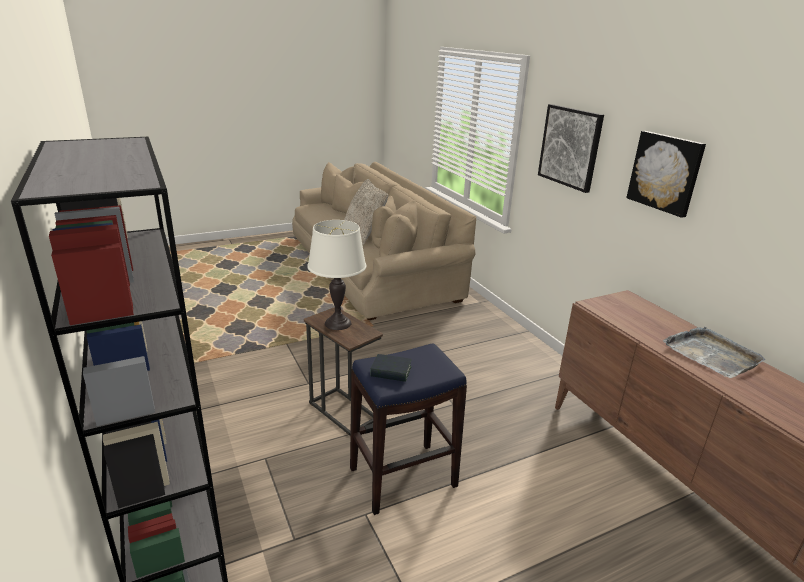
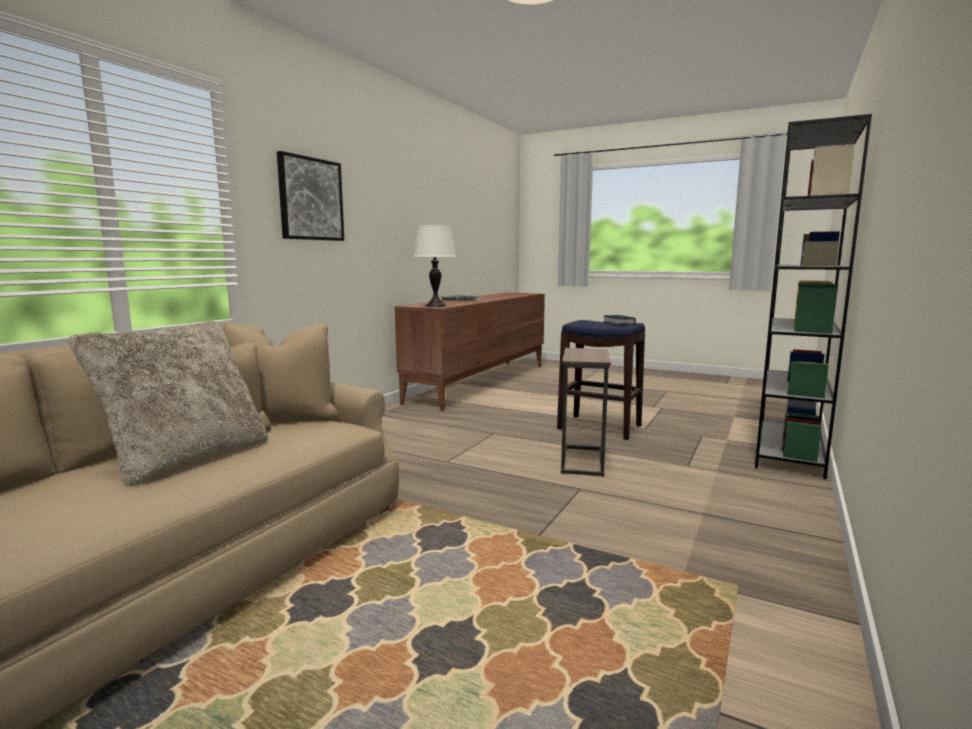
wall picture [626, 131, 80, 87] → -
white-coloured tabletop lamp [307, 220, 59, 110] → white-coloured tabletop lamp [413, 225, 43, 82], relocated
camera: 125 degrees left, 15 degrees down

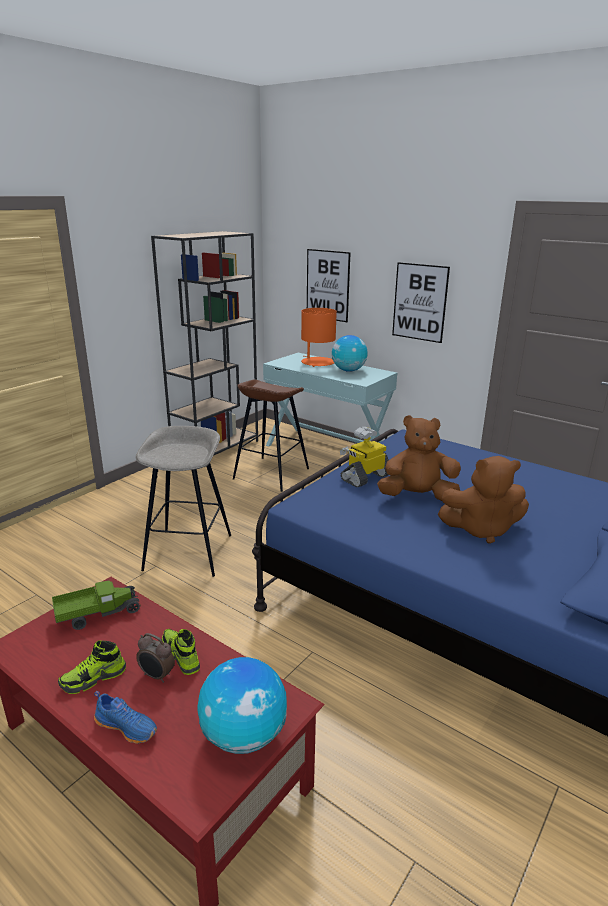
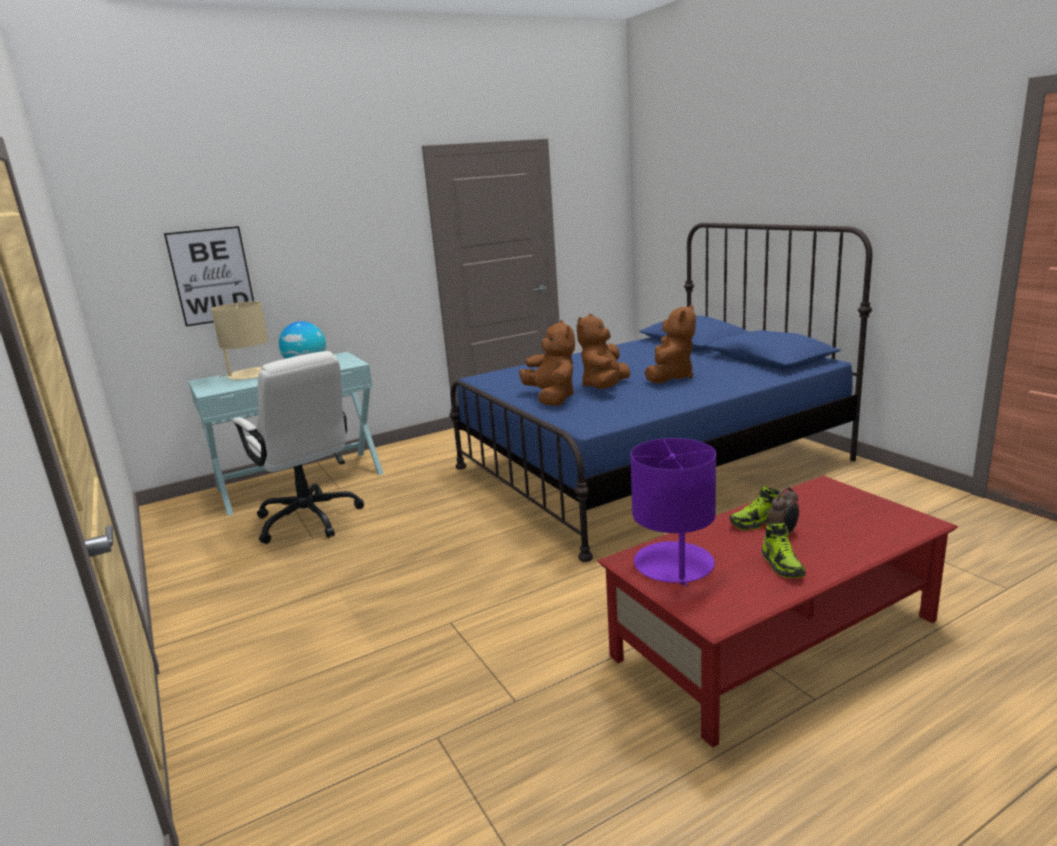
blue-coloured low shoe [94, 691, 63, 53] → -
grey stool seat [136, 426, 95, 151] → -
shelving unit [151, 231, 107, 225] → -
desk globe [198, 657, 89, 97] → -
wall picture [392, 262, 58, 81] → -
toy lorry [52, 579, 89, 51] → purple tabletop lamp [630, 438, 86, 148]
brown-coloured stool seat [233, 379, 76, 113] → white-coloured office chair [233, 351, 131, 193]
model robot [340, 427, 49, 60] → brown-coloured plush toy [519, 320, 56, 86]
orange tabletop lamp [301, 308, 36, 59] → sand-coloured tabletop lamp [211, 301, 58, 79]
camera: 65 degrees left, 5 degrees down

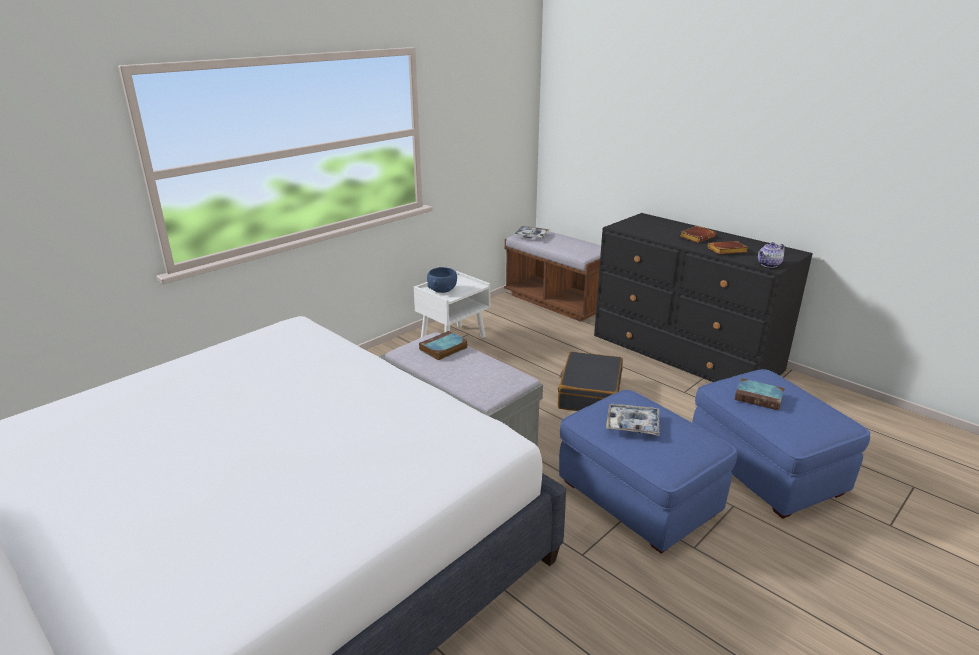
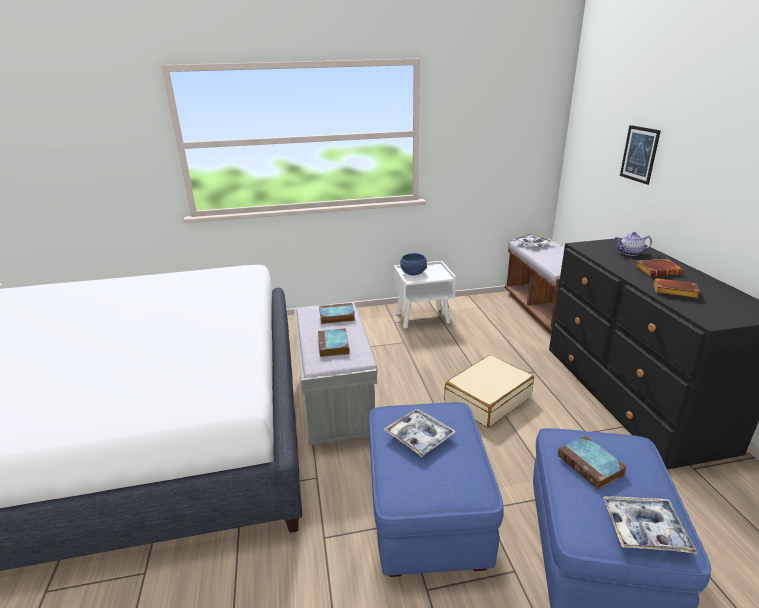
- → book [318, 328, 32, 29]
- → carrying tray [603, 496, 94, 58]
- → wall picture [620, 125, 41, 60]
teapot [758, 242, 27, 26] → teapot [614, 232, 38, 24], relocated
blackish travel case [558, 351, 65, 60] → sand-coloured travel case [444, 355, 90, 73]
camera: 35 degrees right, 0 degrees up

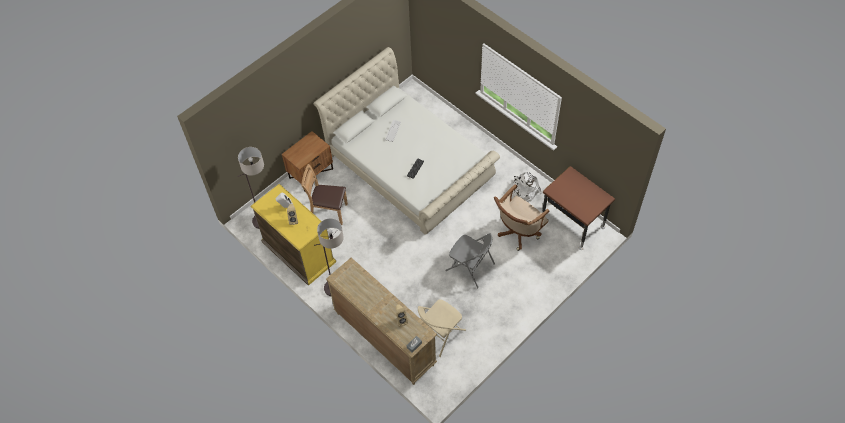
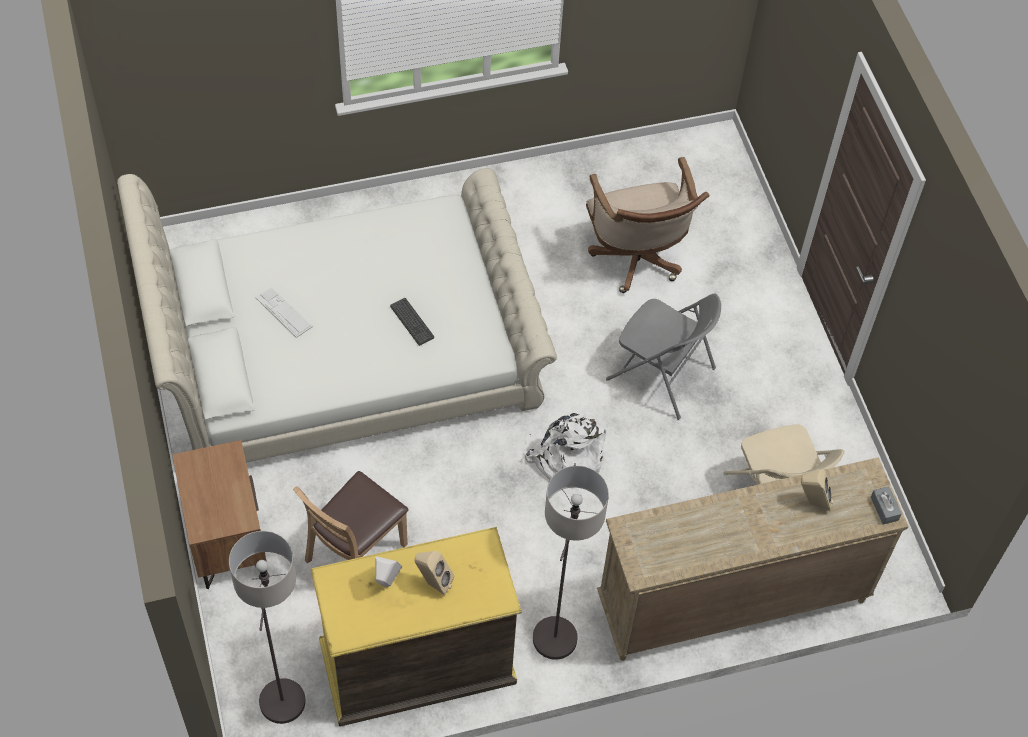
brown-coloured desk [542, 166, 73, 84] → -
white-coloured knapsack [512, 172, 30, 30] → white-coloured knapsack [525, 413, 81, 67], relocated
grey plain chair [446, 233, 49, 55] → grey plain chair [606, 294, 115, 126], 60 degrees clockwise
camera: 65 degrees left, 0 degrees up

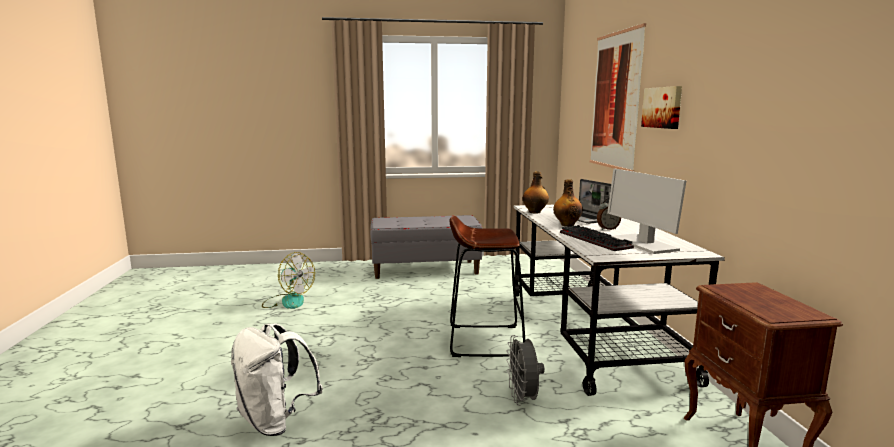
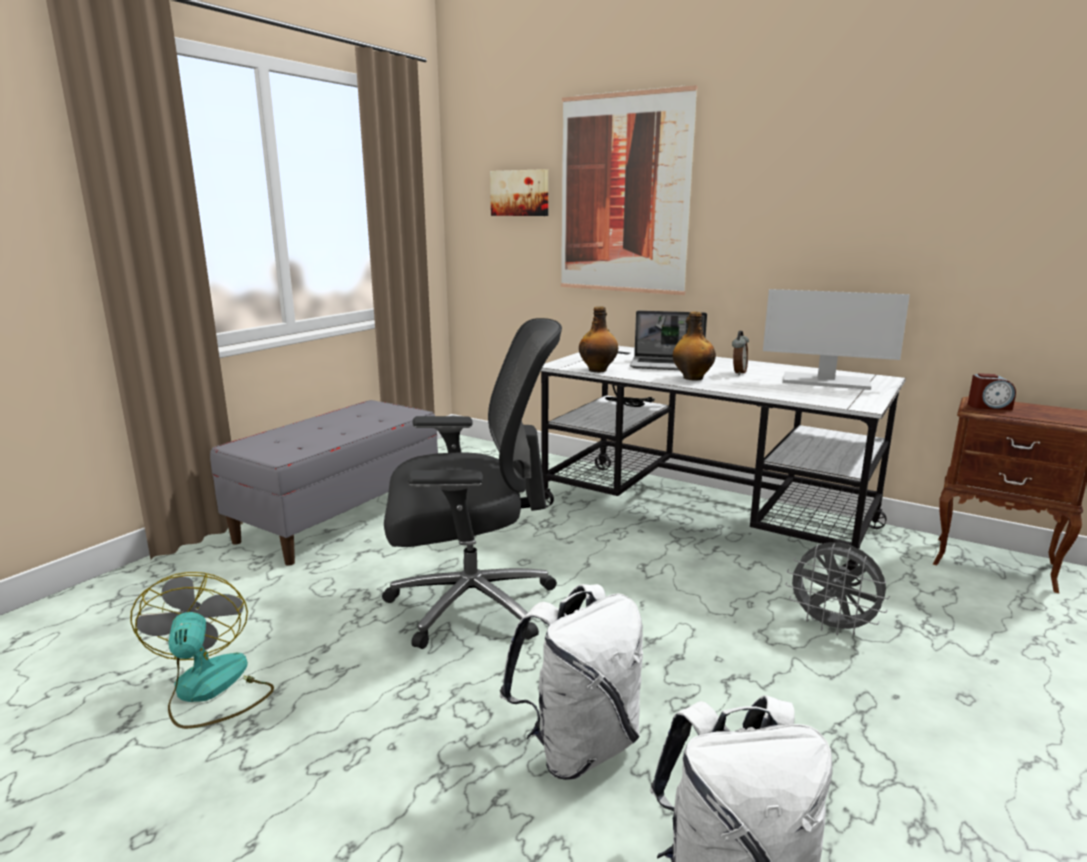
brown-coloured stool seat [449, 216, 76, 141] → -
keyboard [560, 225, 74, 26] → -
- → office chair [382, 318, 180, 331]
- → white-coloured knapsack [500, 584, 143, 196]
- → table clock [968, 373, 48, 37]
wall picture [641, 86, 41, 43] → wall picture [490, 169, 58, 47], relocated
cooling fan [262, 252, 53, 57] → cooling fan [130, 572, 144, 157], 90 degrees counterclockwise
camera: 50 degrees left, 5 degrees up

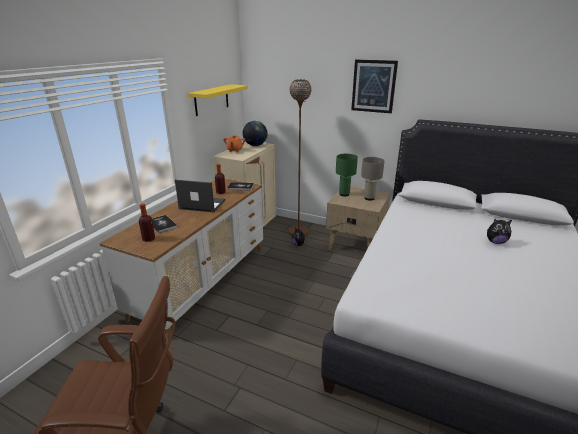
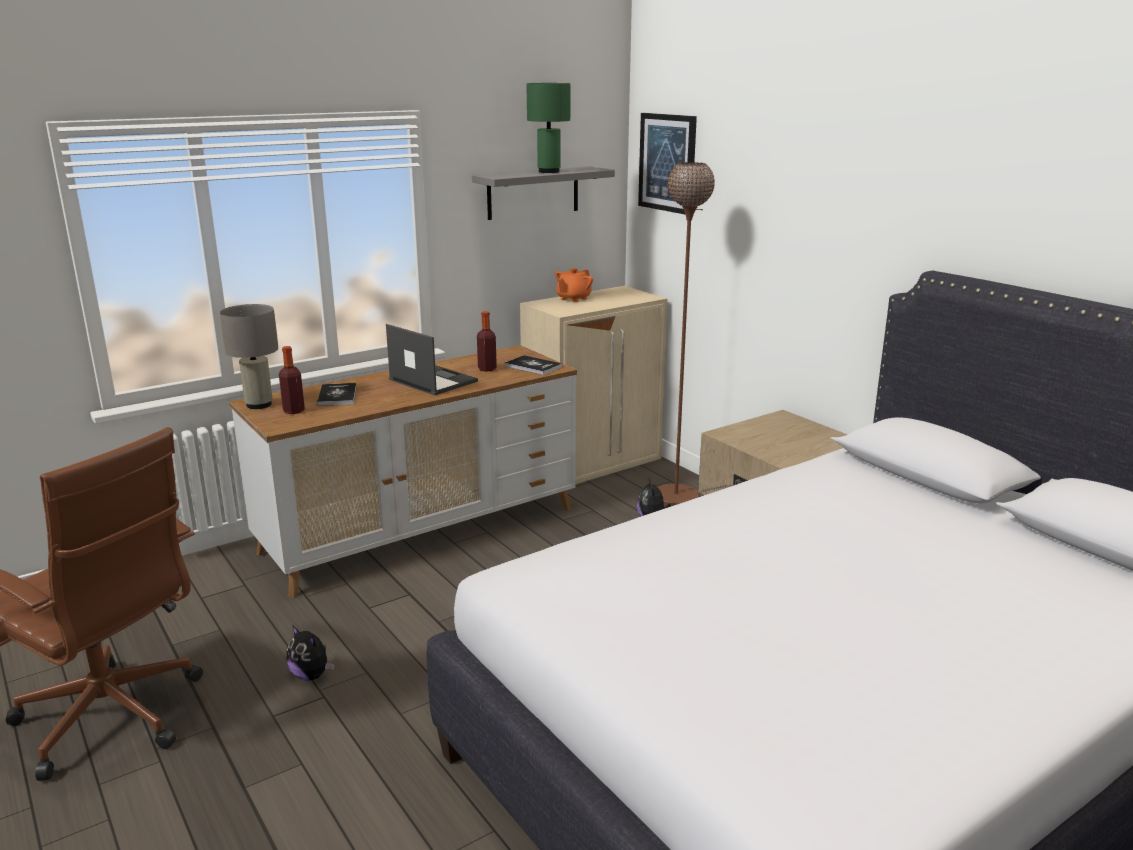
desk globe [243, 121, 25, 25] → -
green tabletop lamp [336, 154, 22, 42] → green tabletop lamp [527, 83, 44, 90], relocated
wall picture [351, 60, 47, 53] → wall picture [638, 113, 59, 101], relocated
grey tabletop lamp [361, 157, 23, 44] → grey tabletop lamp [220, 304, 58, 105], relocated
plush toy [487, 219, 25, 25] → plush toy [287, 625, 47, 55], relocated
yellow wall shelf [188, 84, 60, 32] → grey wall shelf [472, 166, 143, 54]
camera: 30 degrees right, 5 degrees down

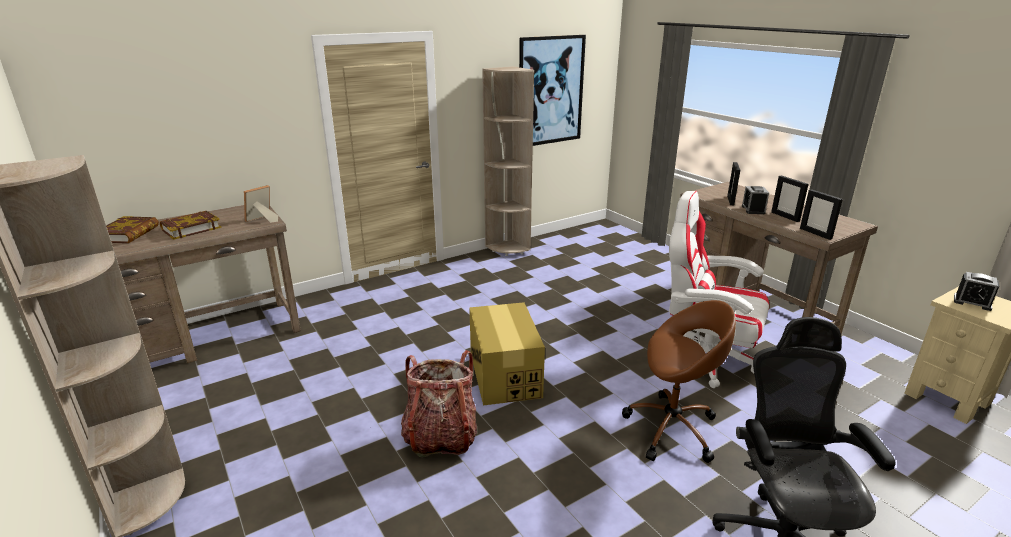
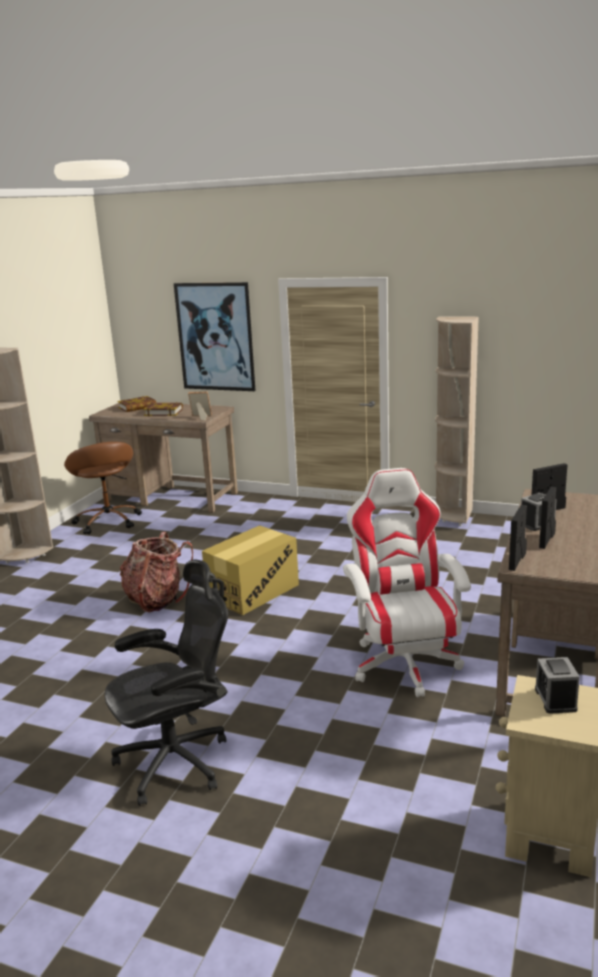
wall picture [519, 35, 67, 111] → wall picture [174, 282, 82, 109], relocated
brown-coloured office chair [622, 300, 114, 163] → brown-coloured office chair [64, 442, 78, 92], relocated
camera: 55 degrees right, 5 degrees down

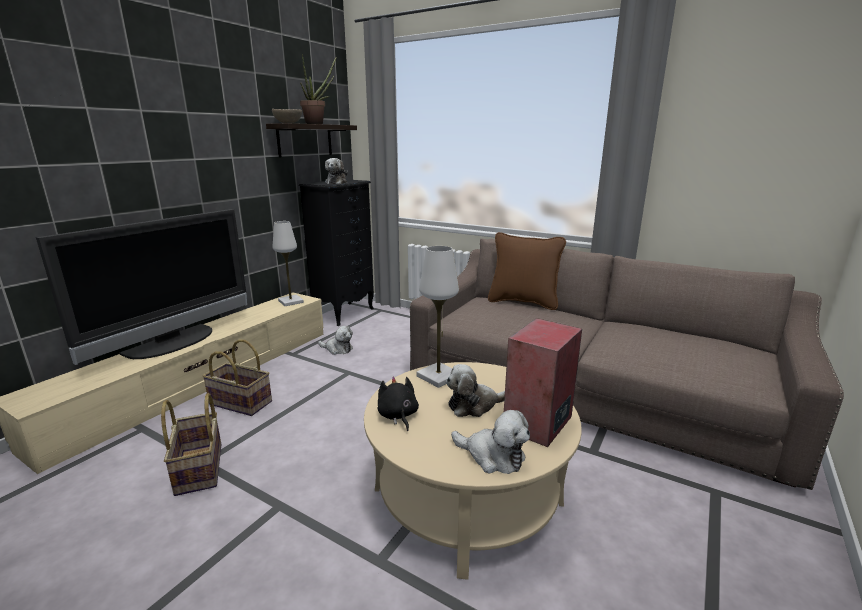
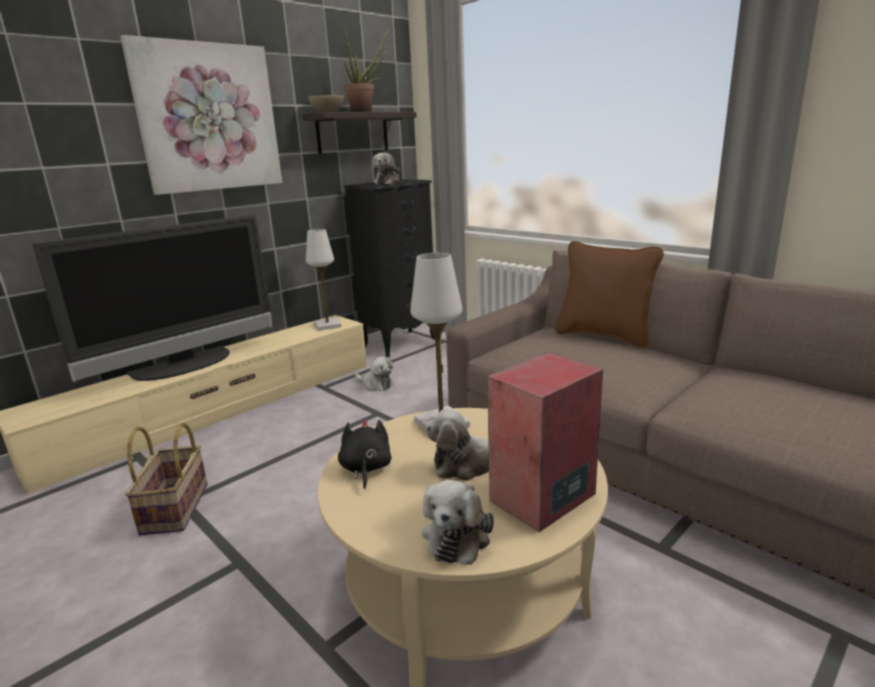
household basket [202, 340, 70, 76] → -
- → wall picture [120, 35, 162, 160]
plush toy [451, 410, 79, 64] → plush toy [422, 480, 72, 85], 60 degrees clockwise
camera: 15 degrees right, 0 degrees up

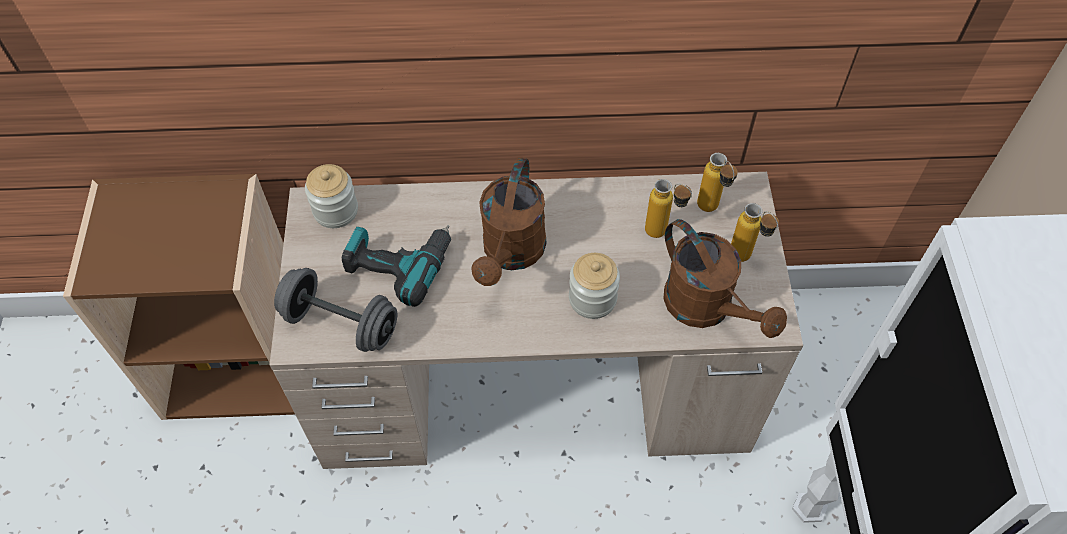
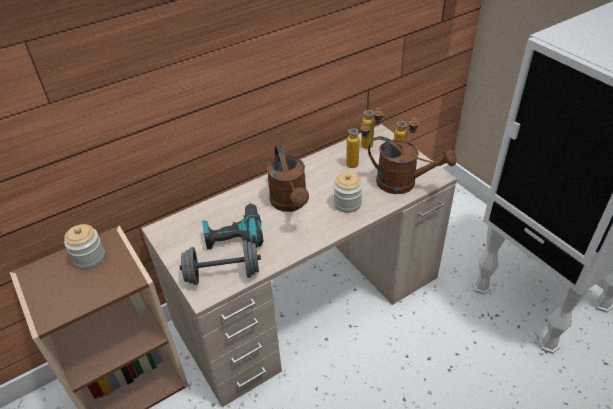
storage jar [305, 164, 53, 64] → storage jar [64, 224, 41, 45], relocated
camera: 30 degrees left, 15 degrees down

